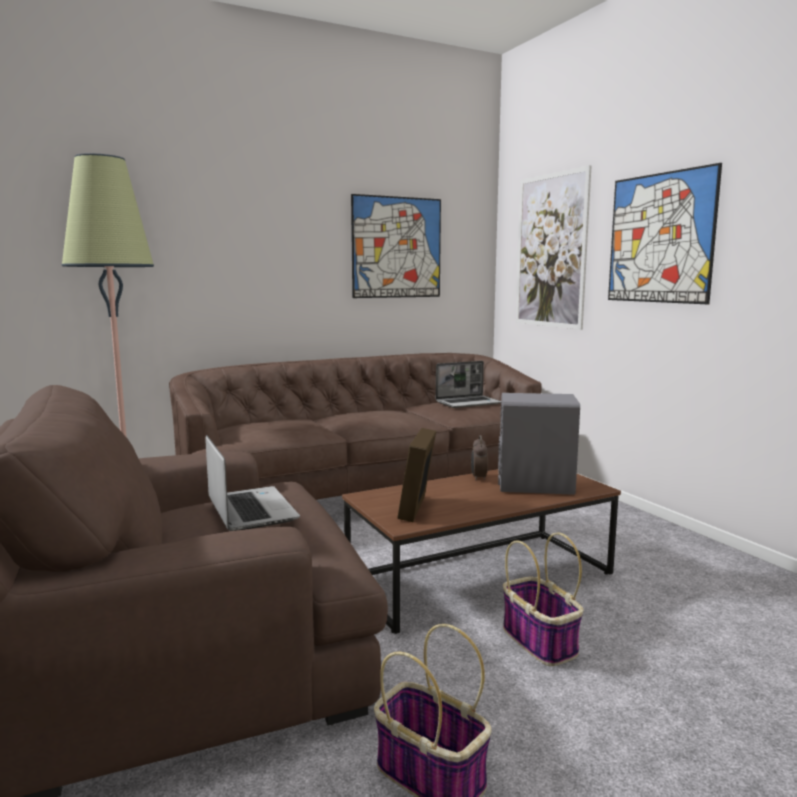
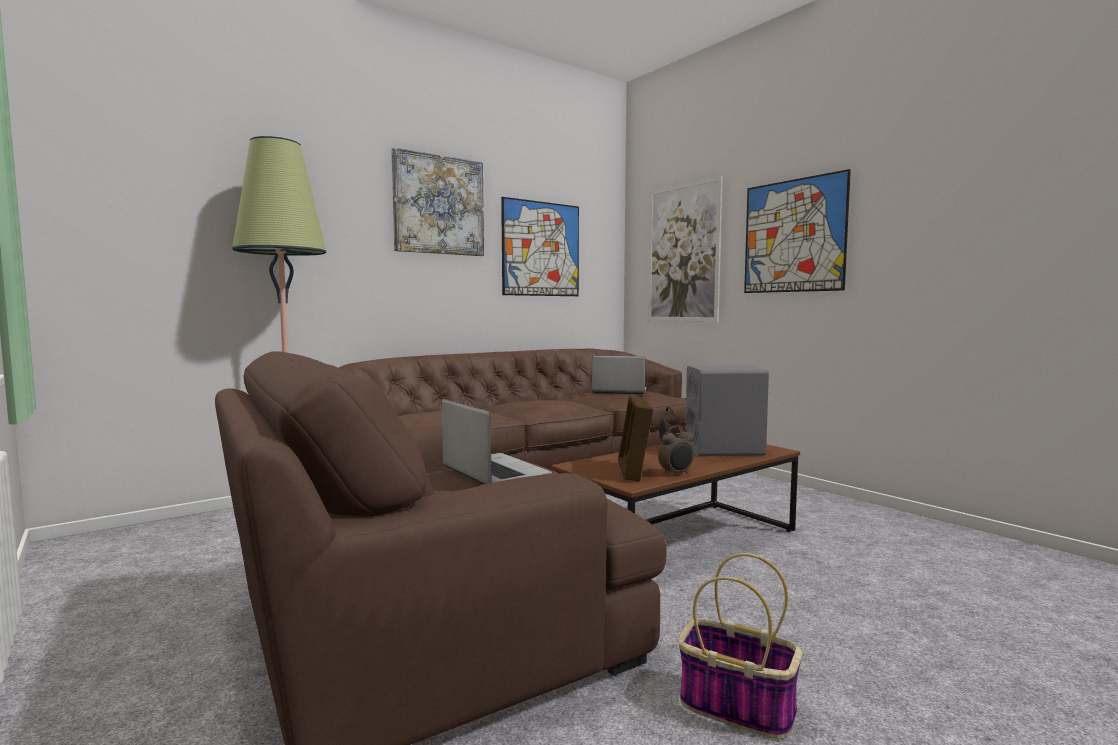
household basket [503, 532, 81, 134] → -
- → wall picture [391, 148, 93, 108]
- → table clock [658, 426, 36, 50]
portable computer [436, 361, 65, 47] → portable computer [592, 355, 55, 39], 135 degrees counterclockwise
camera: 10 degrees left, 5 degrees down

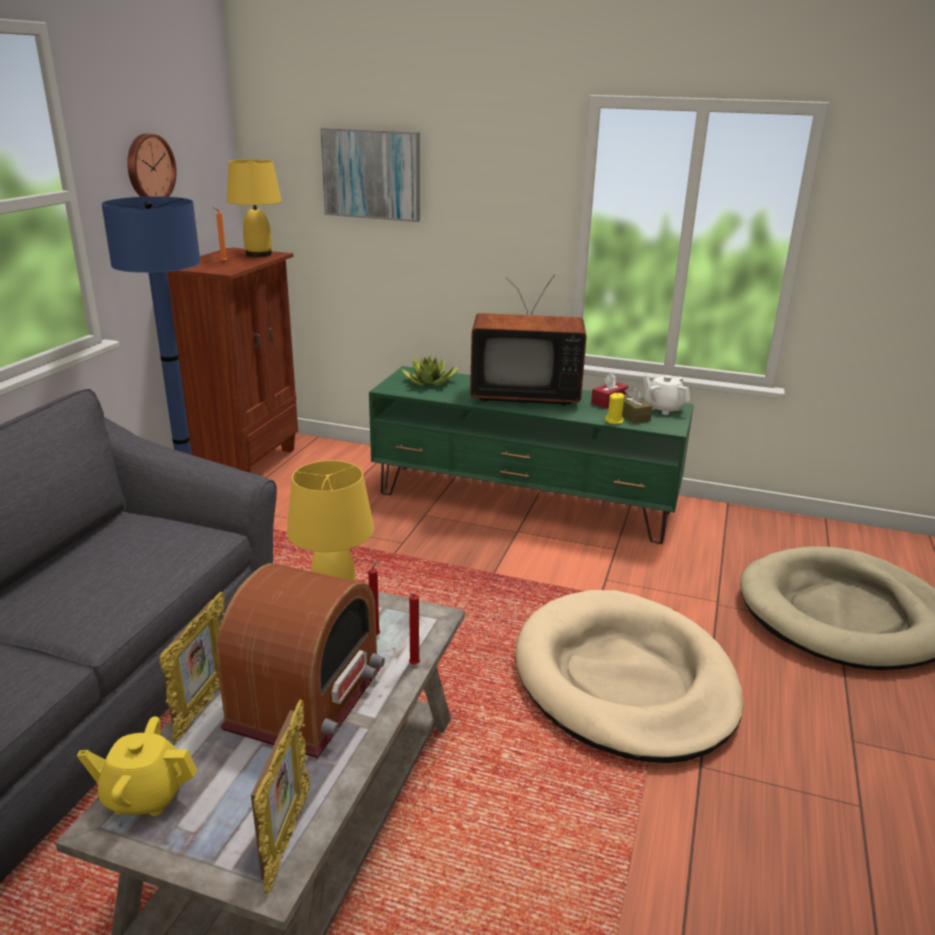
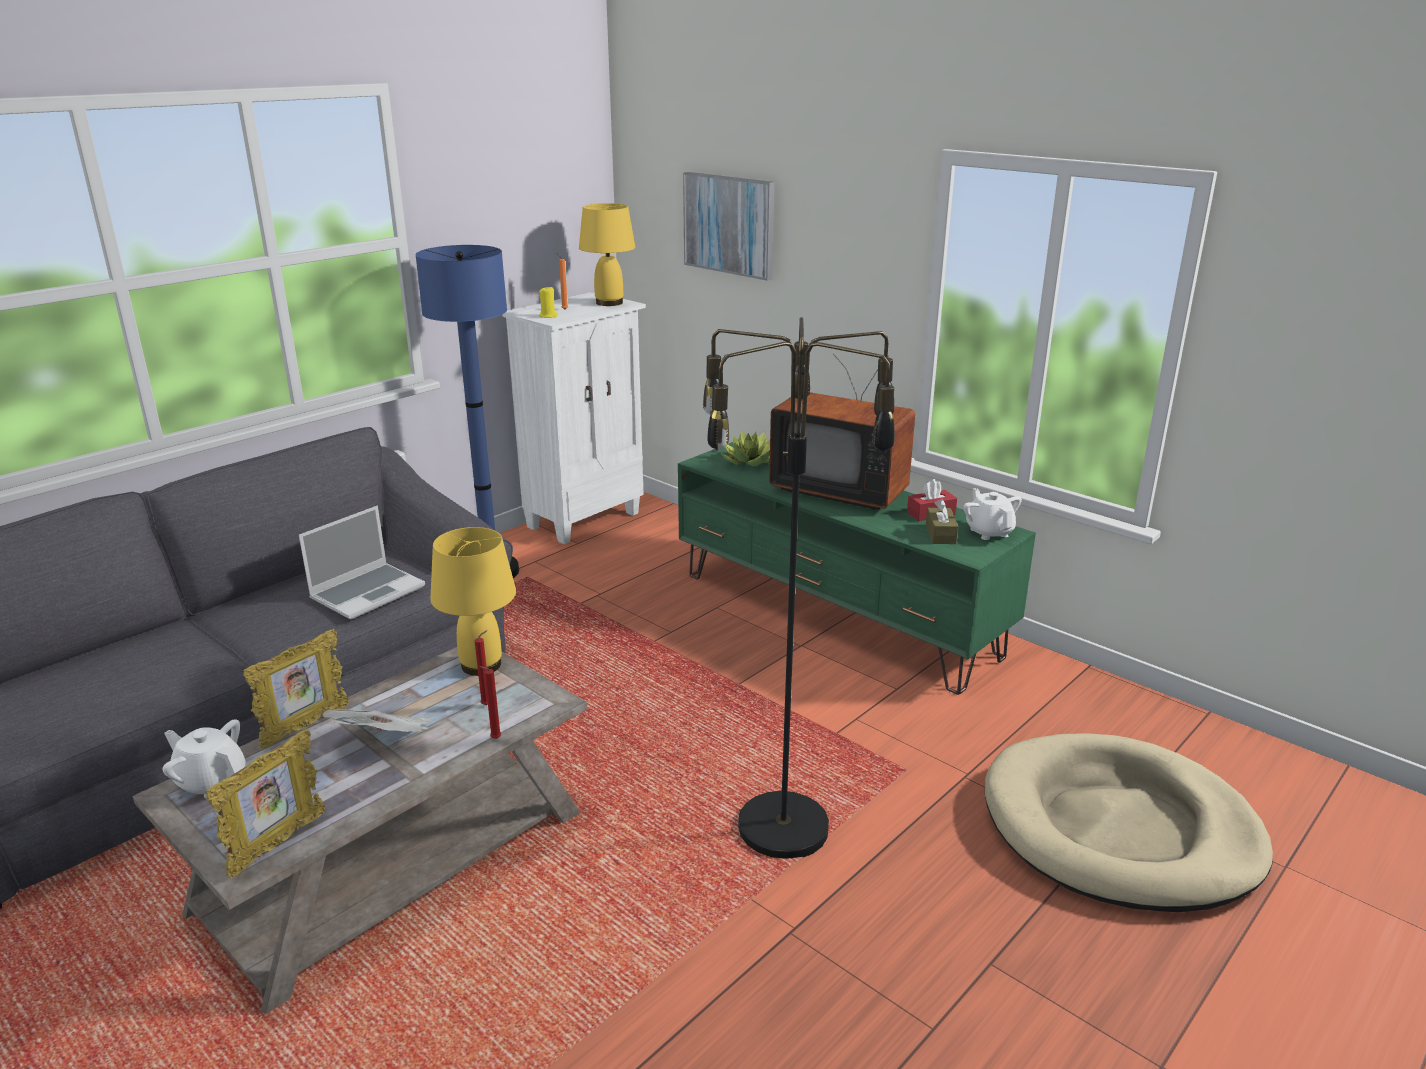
hanging clock [127, 134, 49, 63] → -
- → portable computer [299, 506, 126, 113]
yellow wax light [605, 392, 19, 32] → yellow wax light [539, 286, 19, 32], relocated
radio receiver [216, 563, 169, 195] → daily paper [322, 709, 110, 24]
sand-coloured dog bed [515, 590, 228, 173] → floor lamp [703, 317, 192, 542]
yellow teapot [77, 716, 120, 100] → white-coloured teapot [163, 719, 83, 80]
brown-coloured cupboard [167, 248, 131, 224] → white-coloured cupboard [502, 293, 144, 251]
camera: 25 degrees right, 0 degrees up

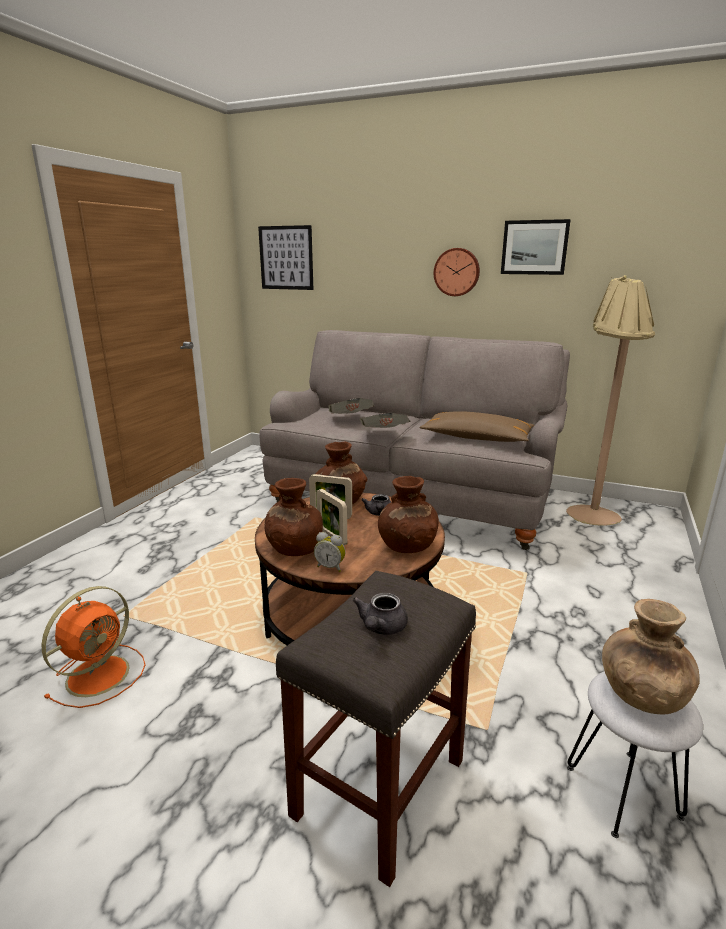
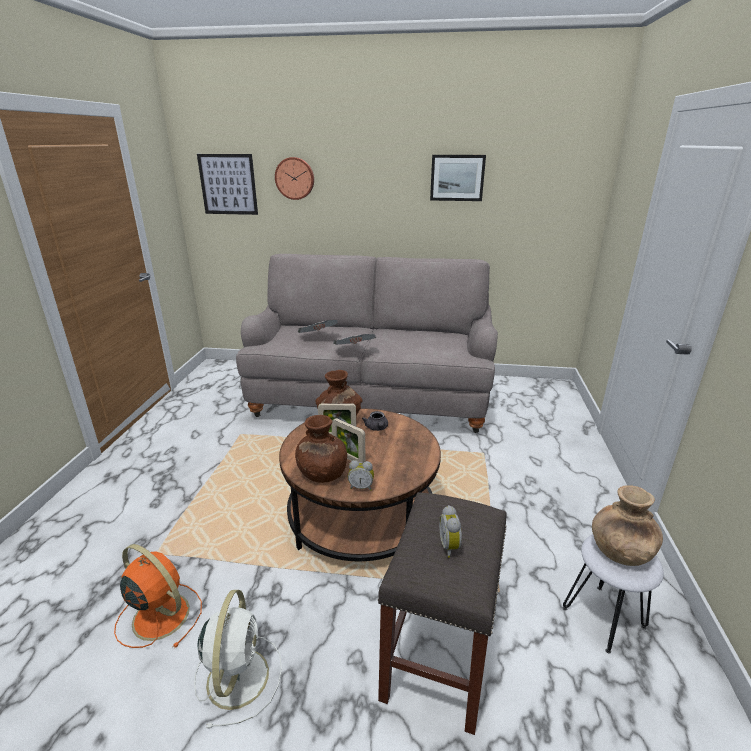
brown-coloured decorative vase [378, 476, 61, 77] → -
brown-coloured pillow [420, 411, 114, 31] → -
sand-coloured floor lamp [566, 275, 89, 251] → -
- → white-coloured cooling fan [194, 590, 88, 139]
hanging clock [434, 248, 46, 48] → hanging clock [275, 157, 39, 43], relocated
grey teapot [353, 593, 55, 42] → table clock [439, 505, 23, 53]
orange cooling fan [42, 586, 103, 122] → orange cooling fan [114, 544, 88, 104], 75 degrees counterclockwise
camera: 15 degrees left, 5 degrees up

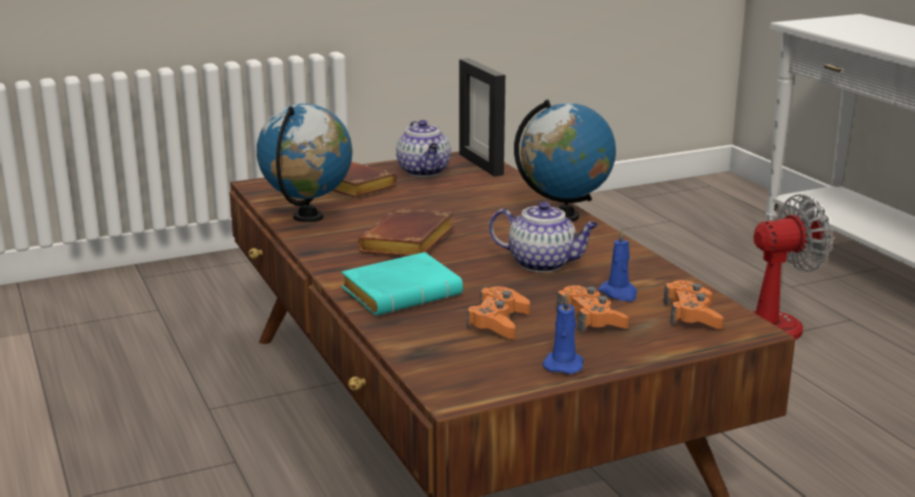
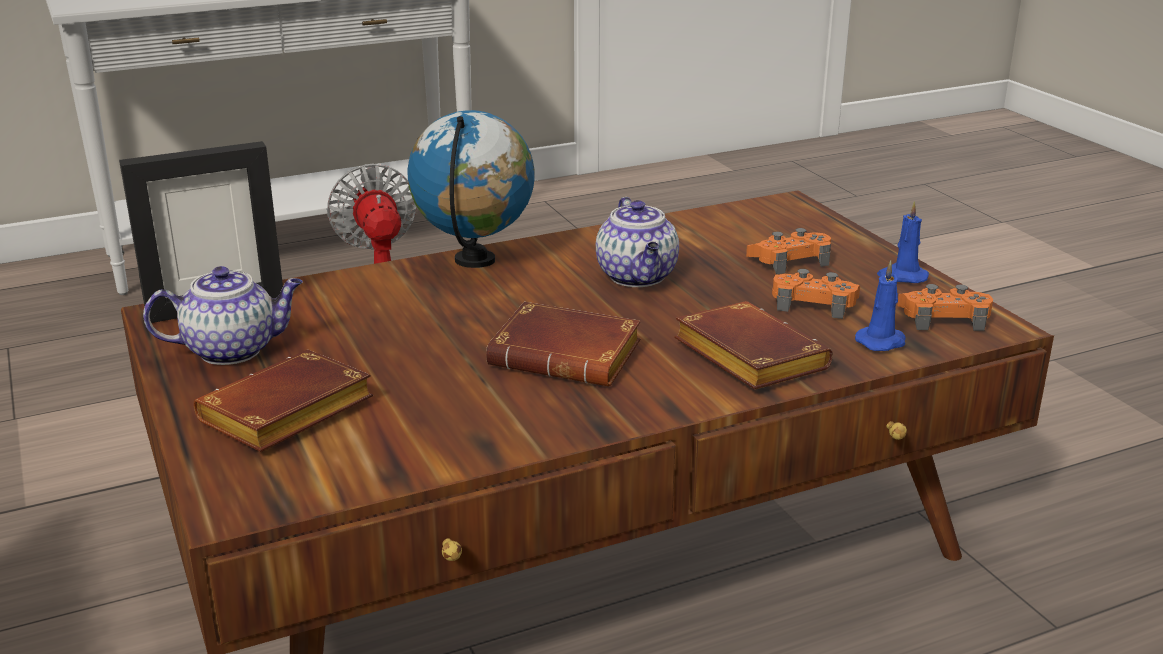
desk globe [257, 104, 96, 118] → -
blue-coloured wax light [599, 228, 38, 74] → blue-coloured wax light [855, 260, 51, 91], relocated
orange joypad [664, 280, 60, 49] → orange joypad [897, 284, 96, 47], relocated
blue-green book [341, 252, 122, 64] → brown-coloured book [674, 301, 159, 89]
teapot [489, 201, 110, 71] → teapot [596, 197, 83, 90], 150 degrees clockwise
camera: 90 degrees left, 5 degrees up

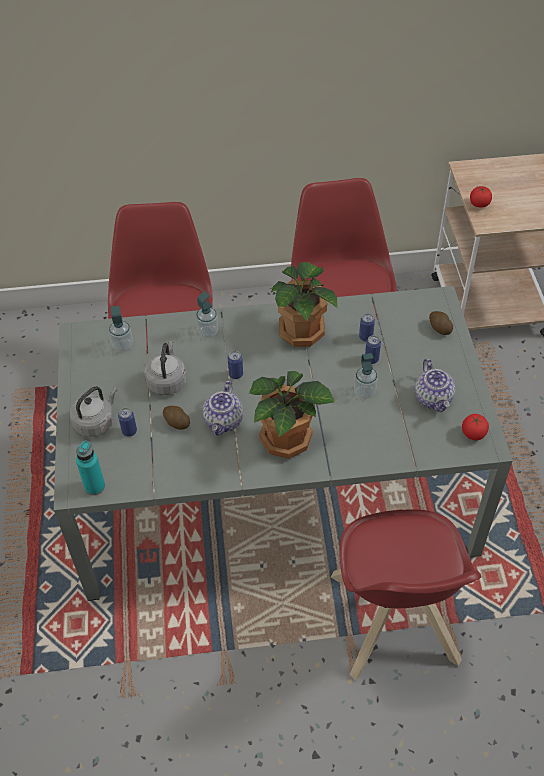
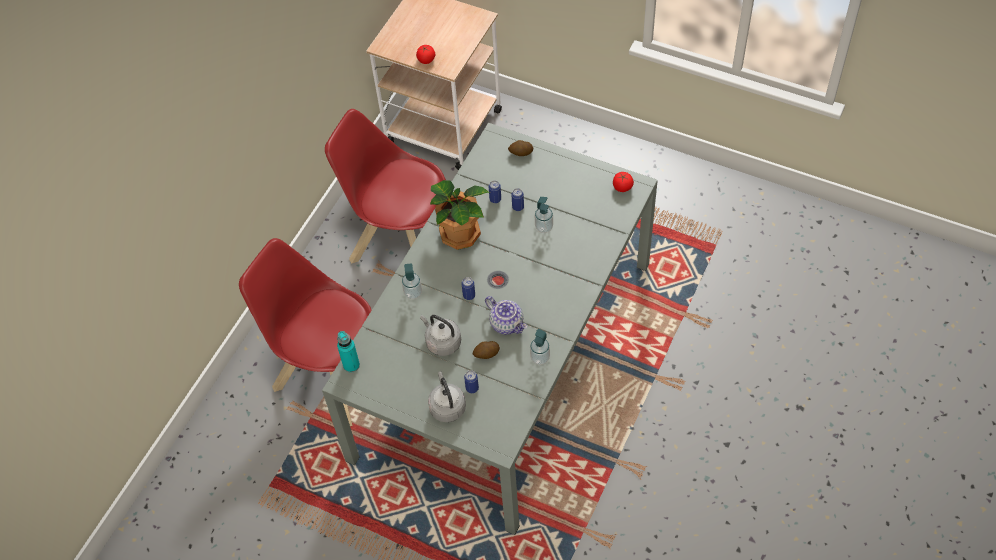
plant in a pot [249, 371, 86, 88] → -
red plain chair [331, 509, 151, 171] → -
teapot [415, 359, 40, 53] → -
blue-green beverage bottle [76, 440, 29, 55] → blue-green beverage bottle [337, 331, 23, 42], relocated
soap dispenser [109, 306, 24, 46] → soap dispenser [530, 329, 20, 36], relocated
camera: 55 degrees left, 5 degrees up

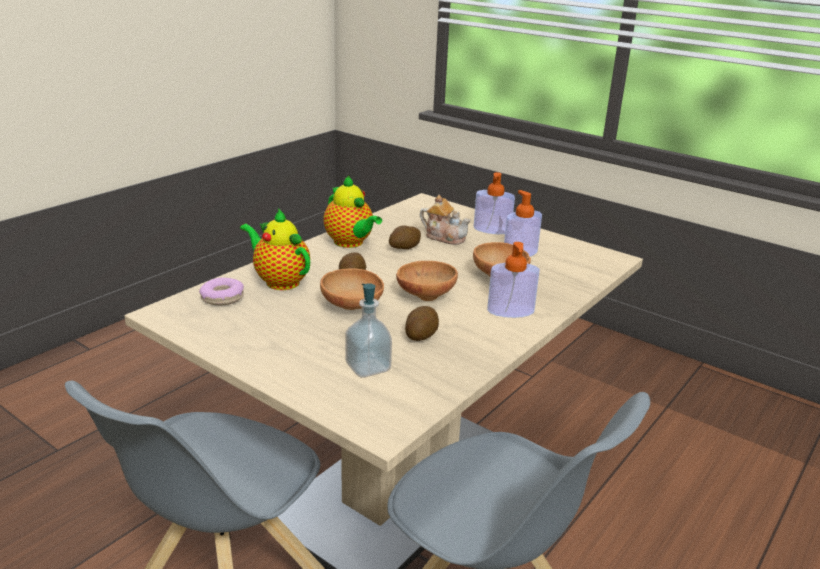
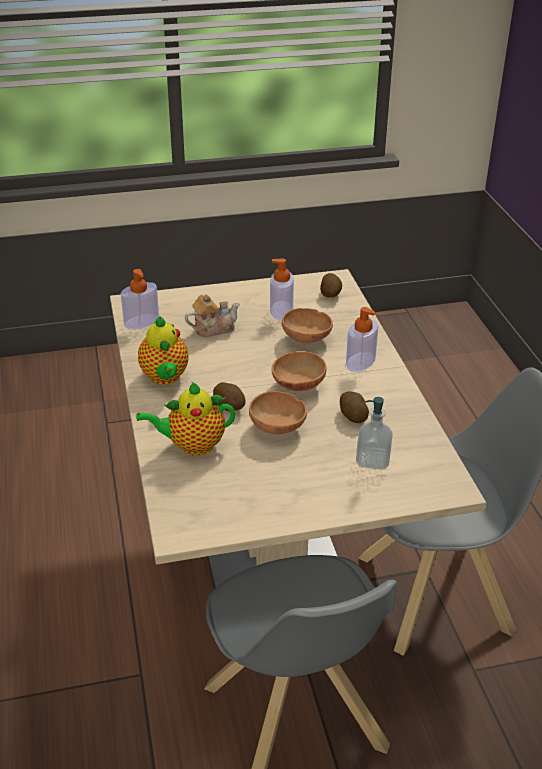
ring doughnut [199, 278, 45, 27] → -
potato [389, 225, 32, 24] → potato [320, 273, 22, 25], relocated
soap dispenser [474, 172, 41, 62] → soap dispenser [121, 269, 38, 60], relocated
teapot [323, 176, 59, 72] → teapot [138, 317, 50, 68], 75 degrees clockwise
camera: 50 degrees left, 10 degrees up

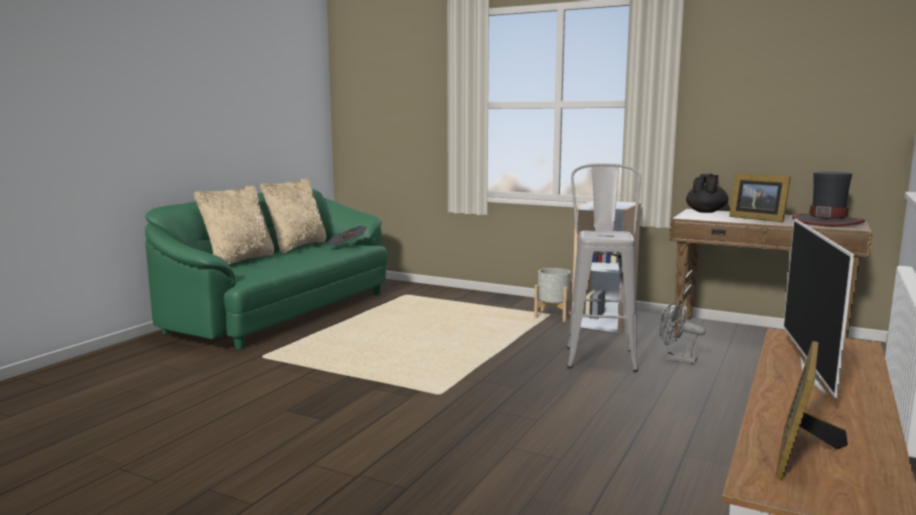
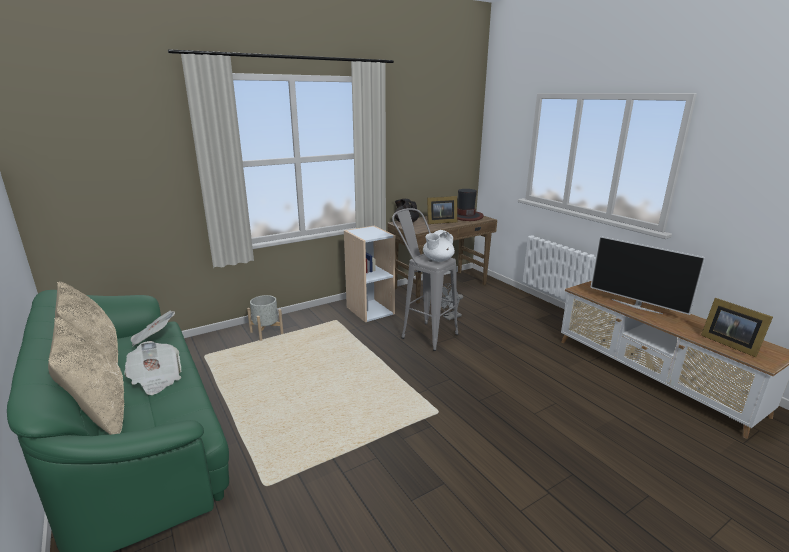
- → daily paper [124, 341, 57, 54]
- → white-coloured teapot [423, 230, 32, 32]
grey plant pot [534, 268, 39, 54] → grey plant pot [247, 295, 37, 46], relocated
camera: 60 degrees left, 10 degrees up

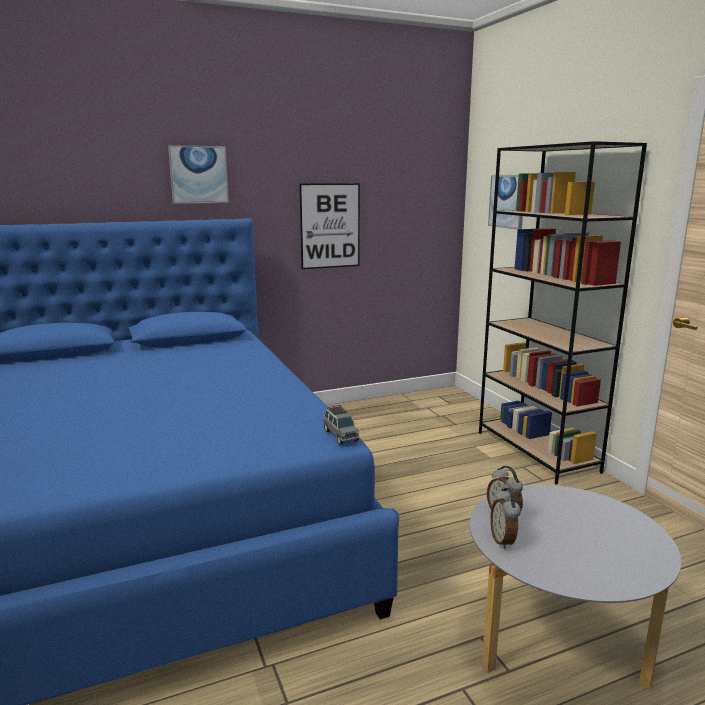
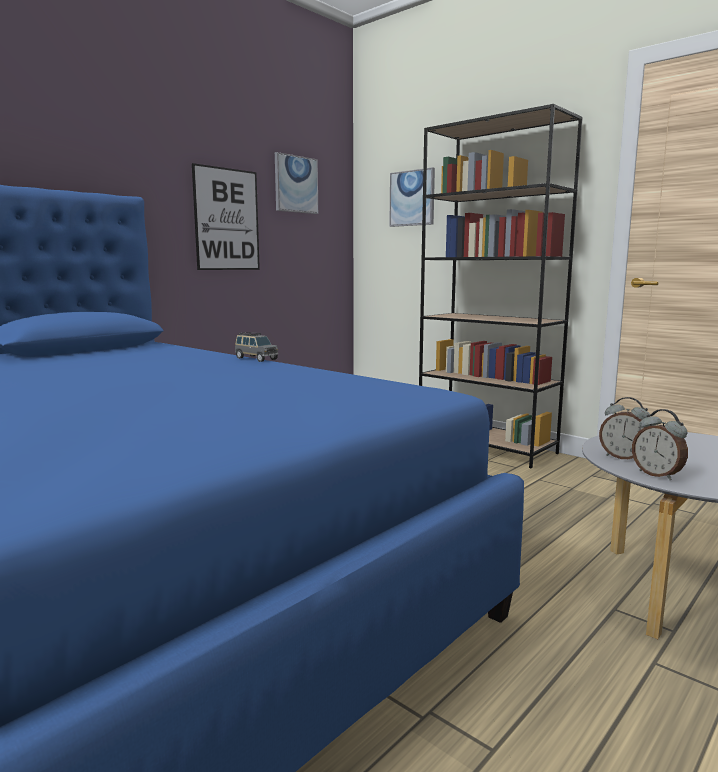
wall picture [168, 145, 61, 59] → wall picture [275, 152, 43, 62], relocated
grey model car [324, 405, 35, 40] → grey model car [235, 332, 43, 30], relocated
camera: 25 degrees left, 5 degrees down

